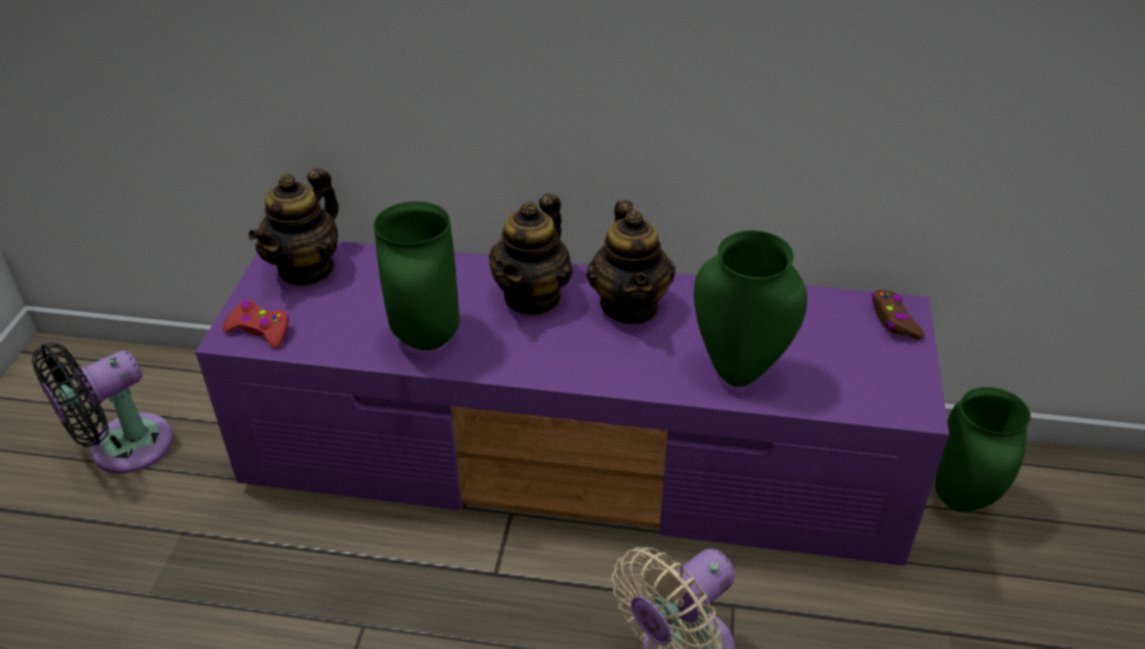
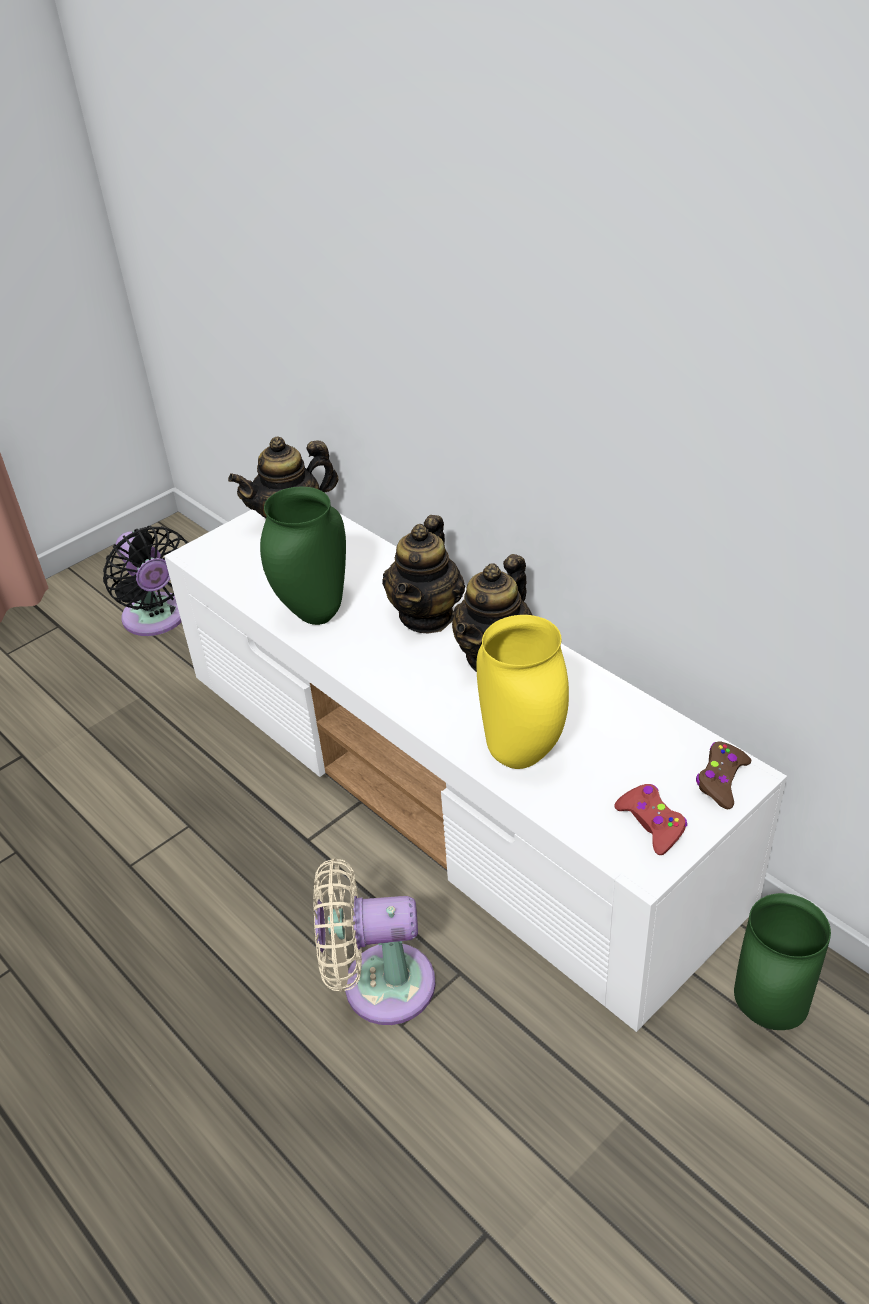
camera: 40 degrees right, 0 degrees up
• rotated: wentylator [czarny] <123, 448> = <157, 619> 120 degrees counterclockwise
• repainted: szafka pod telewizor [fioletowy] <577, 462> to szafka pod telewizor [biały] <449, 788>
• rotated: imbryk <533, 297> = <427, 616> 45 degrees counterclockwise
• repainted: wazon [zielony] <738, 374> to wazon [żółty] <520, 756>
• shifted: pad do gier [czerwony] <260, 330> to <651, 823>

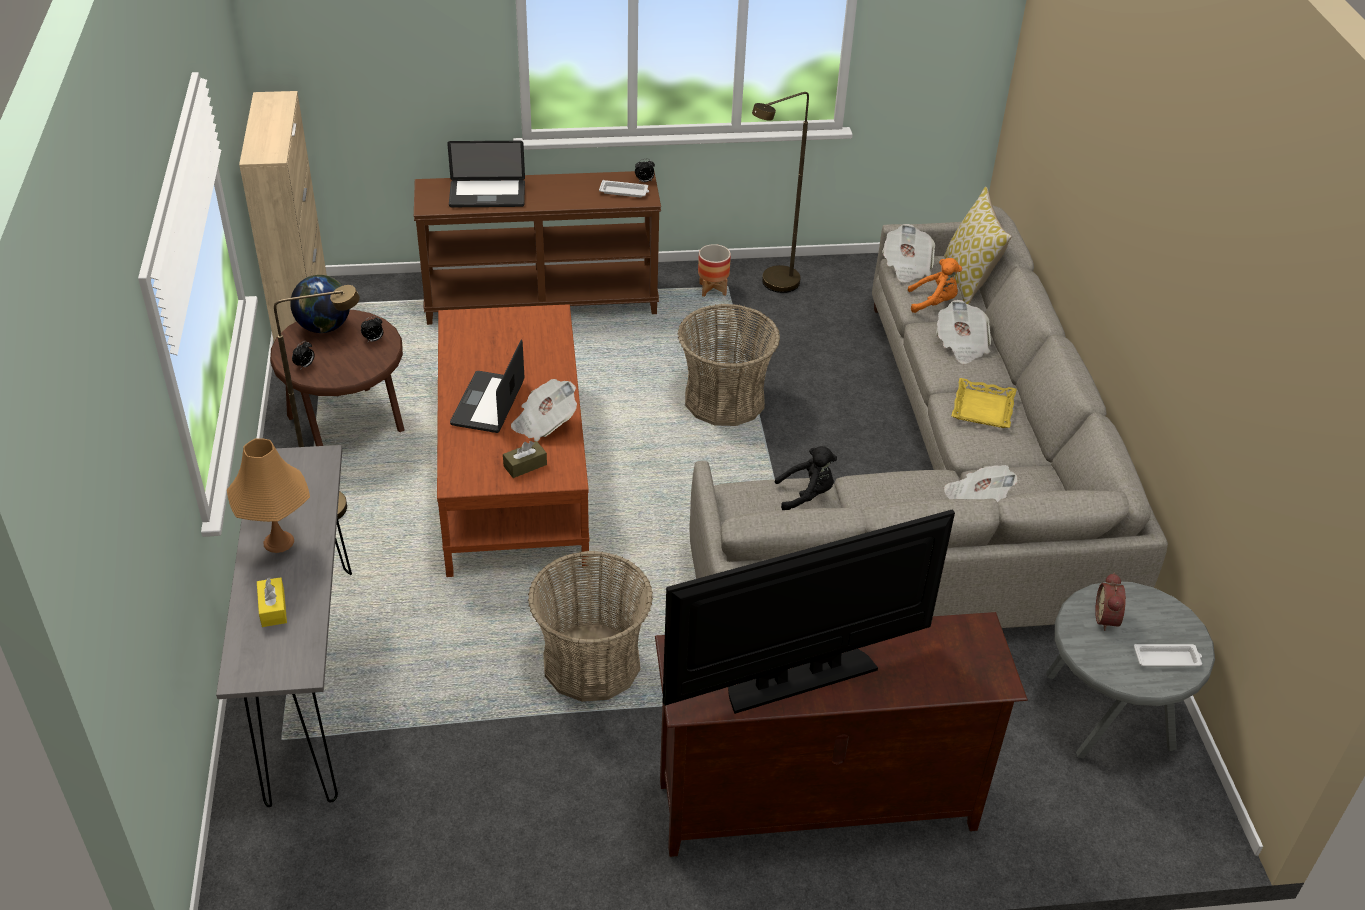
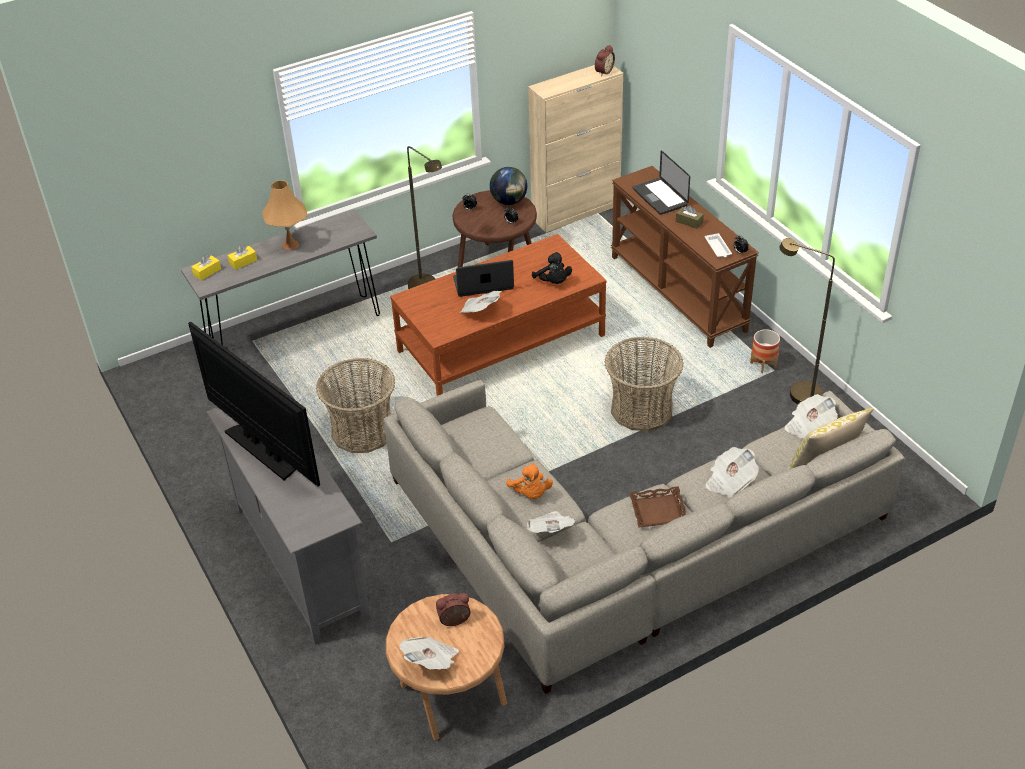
camera: 70 degrees right, 0 degrees up
• new: pudełko chusteczek [żółty] <207, 272>
• repainted: szafka pod telewizor [brązowy] <816, 806> to szafka pod telewizor [szary] <300, 562>
• repainted: stolik [szary] <1108, 714> to stolik [brązowy] <450, 695>
• swapped: taca [biały] <1167, 658> to gazeta <431, 661>
• shifted: pluszak [pomarańczowy] <934, 302> to <530, 494>
• shifted: pluszak [czarny] <807, 495> to <553, 282>
• new: budzik <603, 71>
• repainted: taca [żółty] <983, 408> to taca [brązowy] <658, 511>
• shifted: pudełko chusteczek [brązowy] <525, 465> to <689, 222>

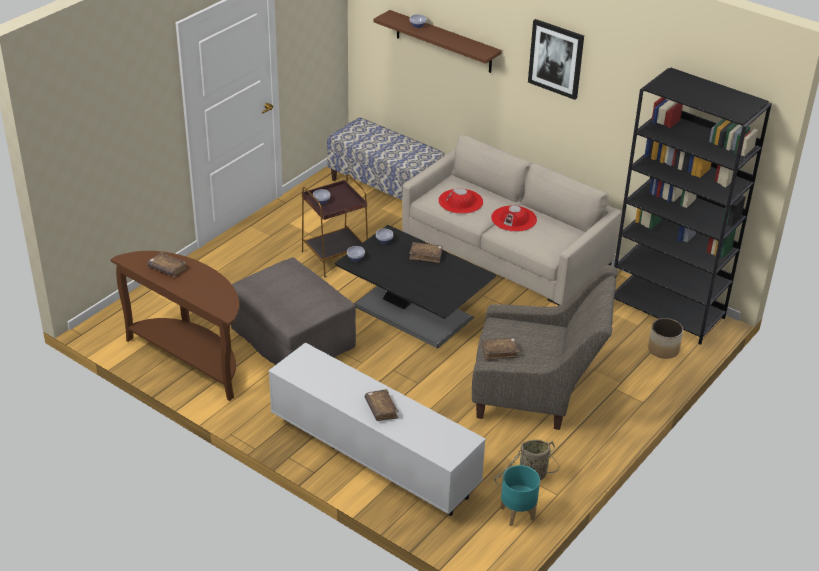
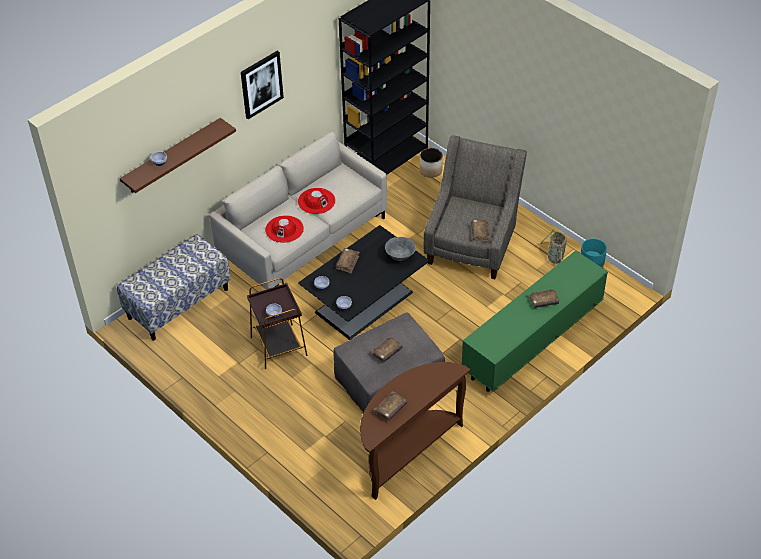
camera: 80 degrees left, 10 degrees up
• new: książka [brązowy] <387, 352>
• new: miska [szary] <400, 257>
• repainted: szafka pod telewizor [biały] <373, 456> to szafka pod telewizor [zielony] <531, 341>

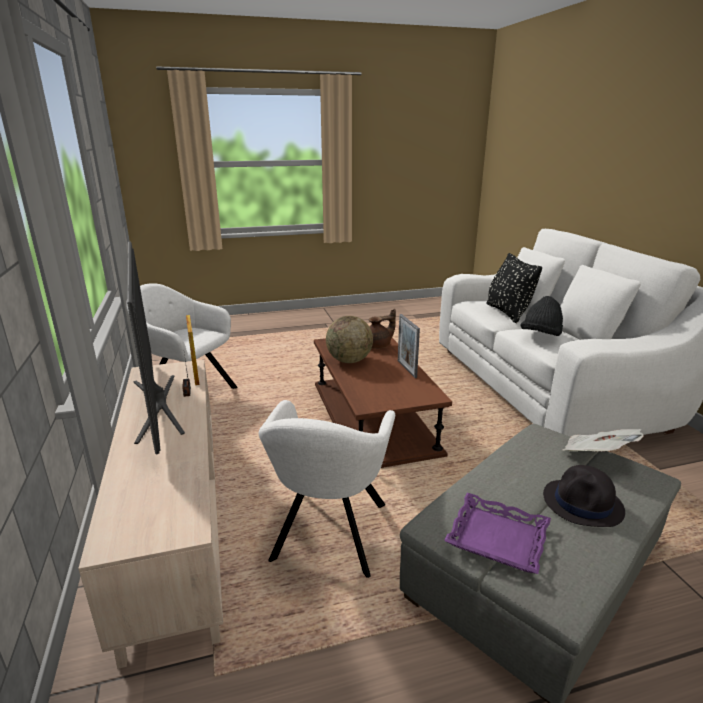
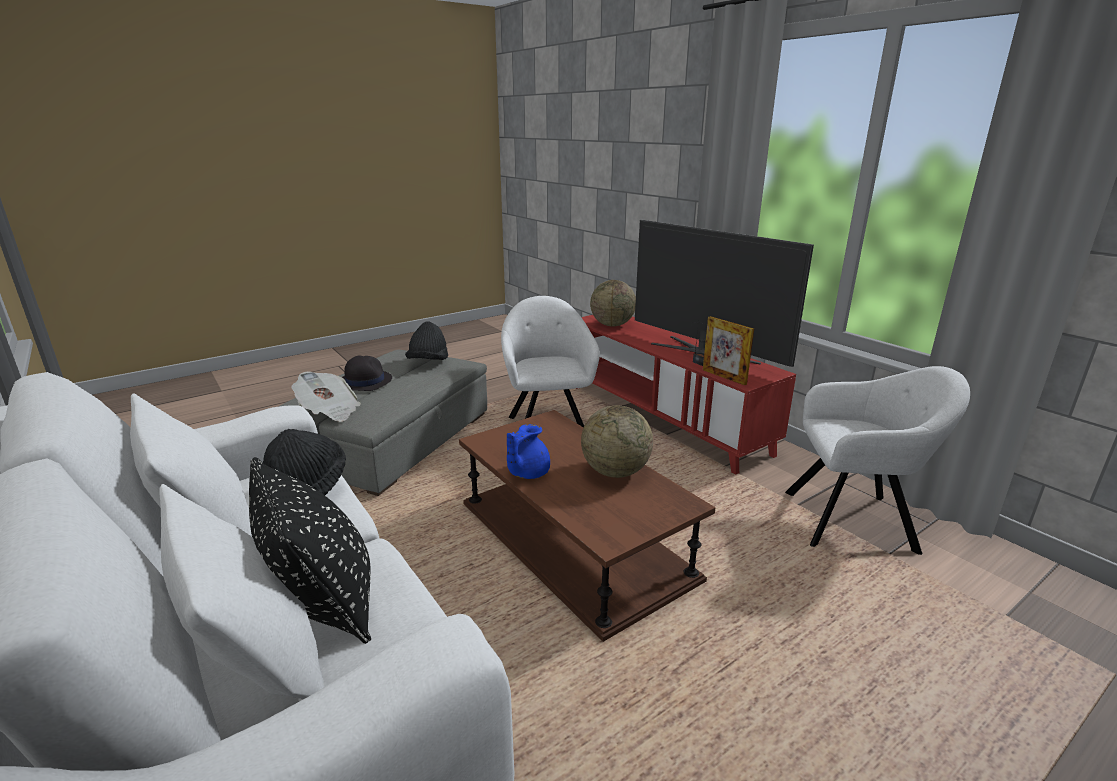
camera: 160 degrees right, 0 degrees up
• swapped: taca [fioletowy] <497, 538> to kapelusz [czarny] <428, 362>
• swapped: ramka na zdjęcie <406, 369> to imbryk [niebieski] <526, 473>
• repainted: szafka pod telewizor [beżowy] <176, 520> to szafka pod telewizor [czerwony] <663, 418>
• new: globus <612, 325>
• gone: imbryk [brązowy] <378, 346>

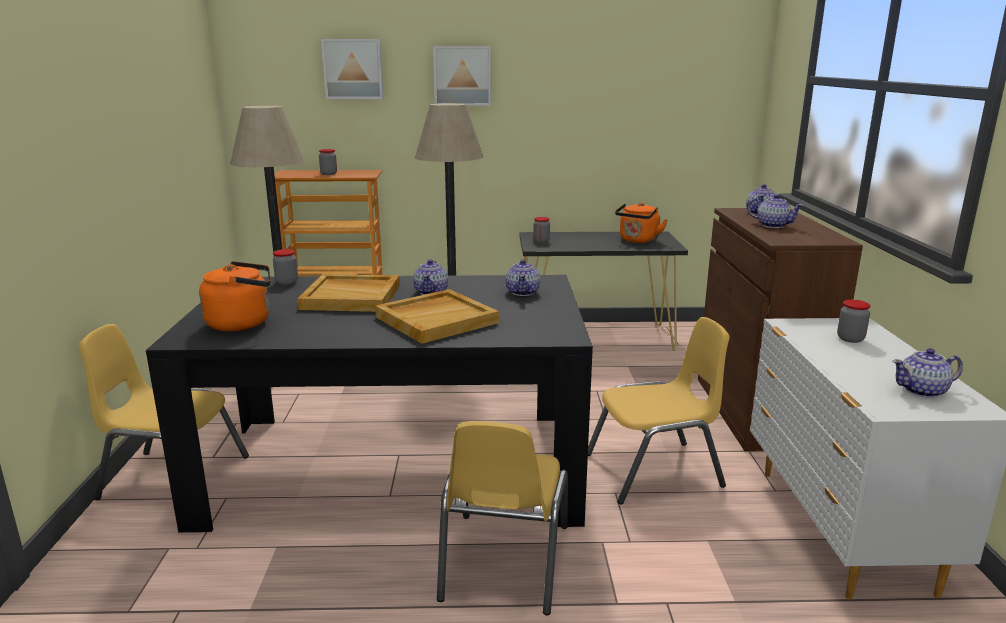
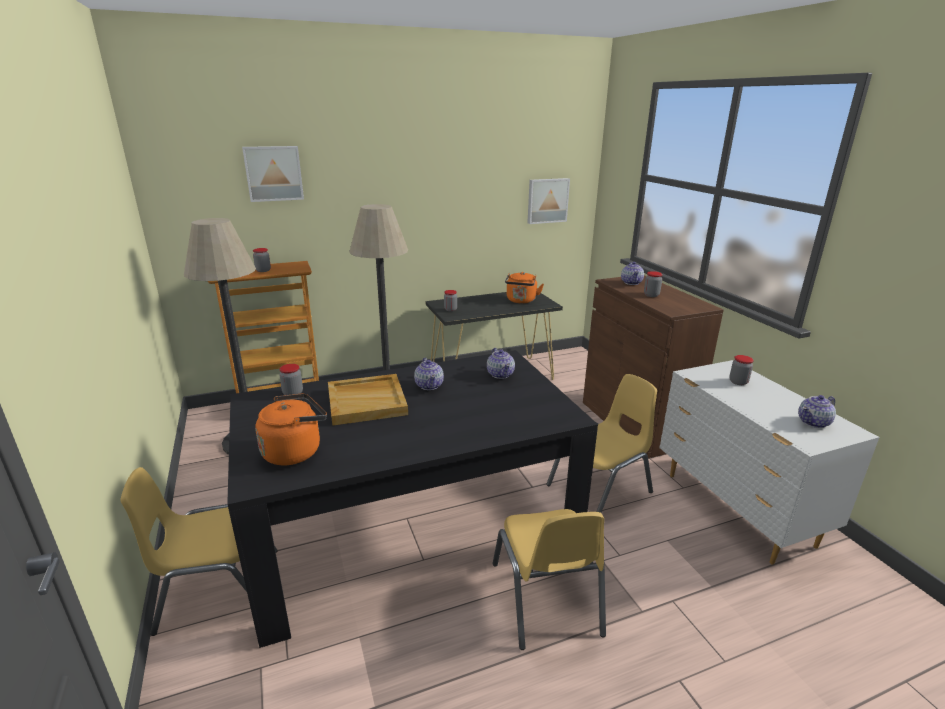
camera: 20 degrees left, 5 degrees up
• shifted: obraz <462, 76> to <547, 200>
• swapped: imbryk <772, 225> to słoik <651, 295>
• gone: taca [beżowy] <437, 319>

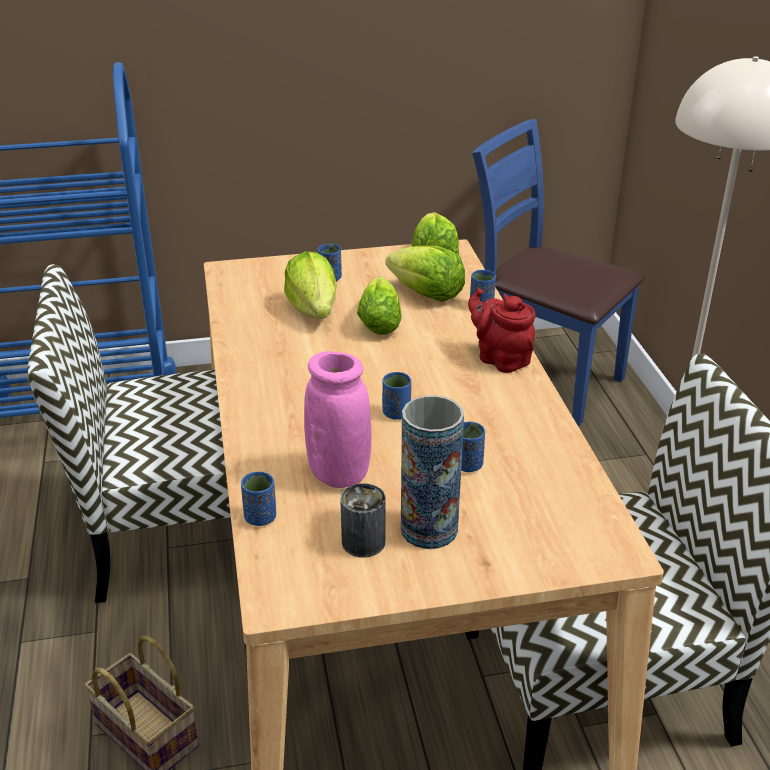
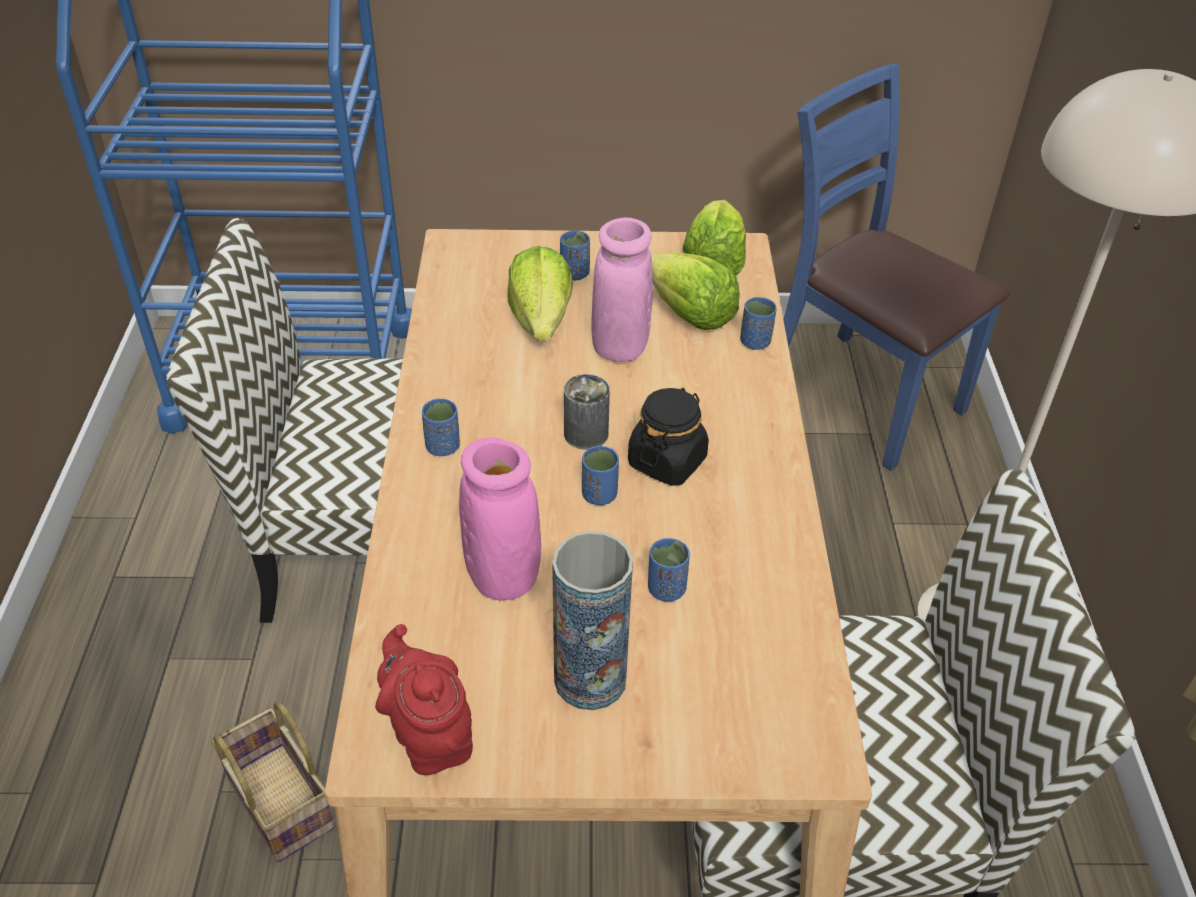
camera: 10 degrees right, 10 degrees up
• shifted: imbryk [czerwony] <500, 358> to <430, 736>
• shifted: filiżanka [niebieski] <260, 517> to <443, 447>
• shifted: puszka <363, 542> to <586, 434>
• swapped: sałata <380, 319> to wazon [różowy] <620, 347>
• new: słoik [czarny] <667, 461>

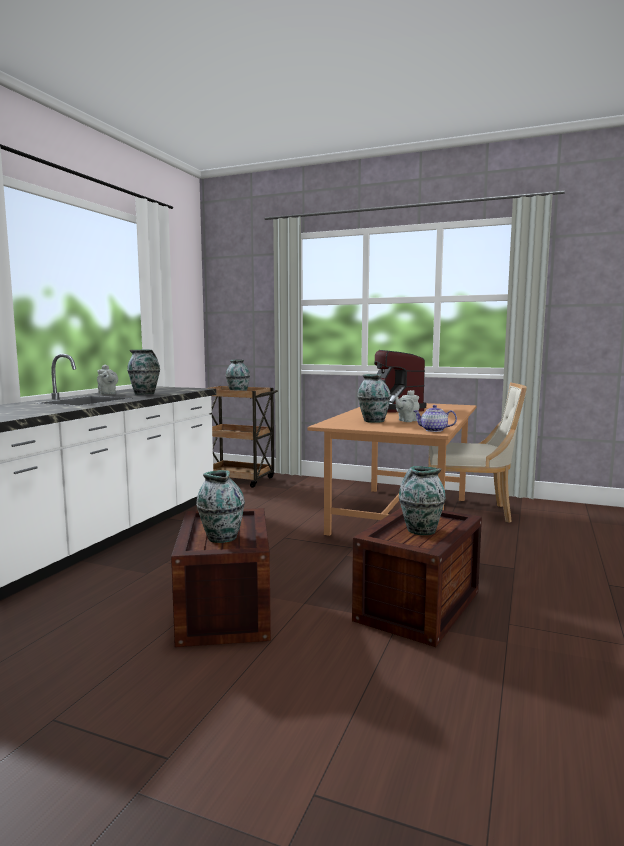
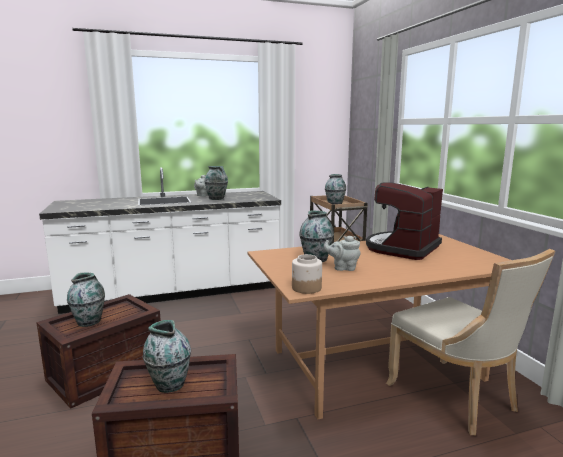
camera: 50 degrees right, 5 degrees up
• swapped: imbryk <433, 430> to słoik <306, 288>

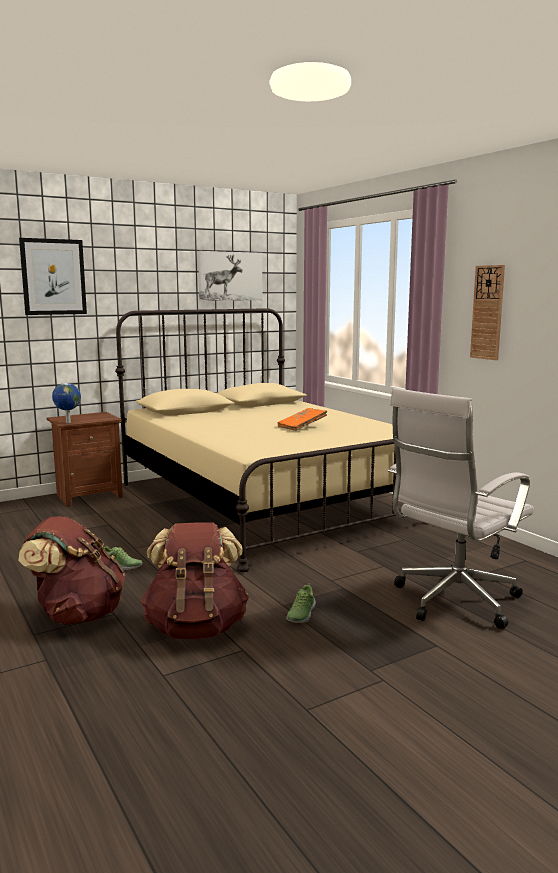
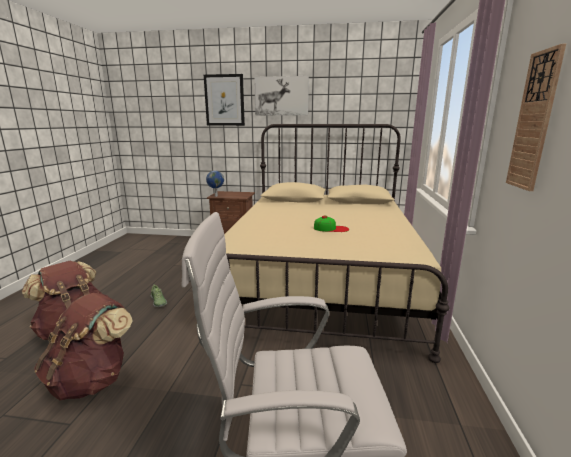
camera: 40 degrees right, 5 degrees up
• shifted: obraz <230, 276> to <281, 96>
• swapped: książka [pomarańczowy] <302, 427> to czapka z daszkiem <331, 228>
• gone: but <301, 614>

